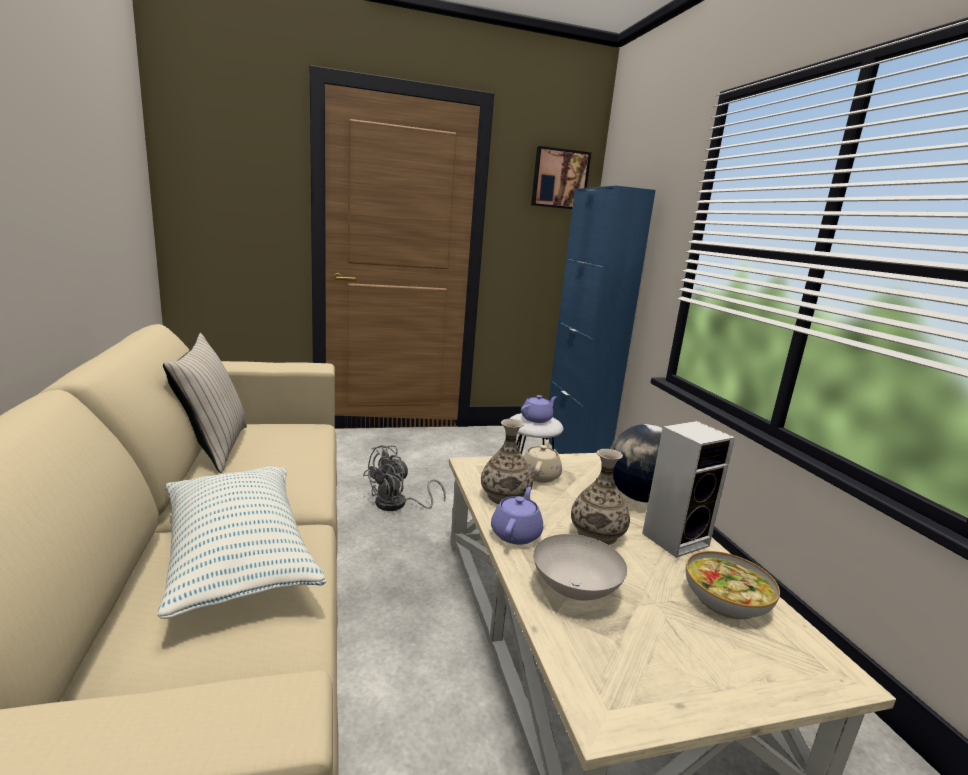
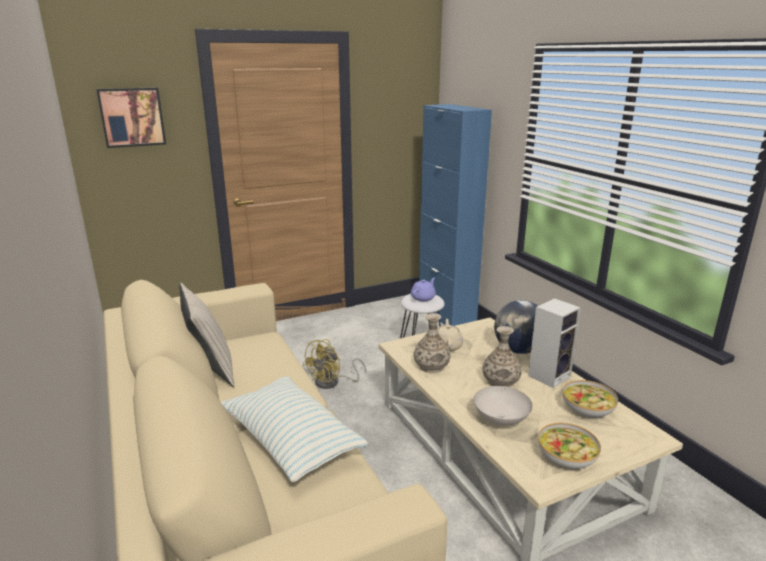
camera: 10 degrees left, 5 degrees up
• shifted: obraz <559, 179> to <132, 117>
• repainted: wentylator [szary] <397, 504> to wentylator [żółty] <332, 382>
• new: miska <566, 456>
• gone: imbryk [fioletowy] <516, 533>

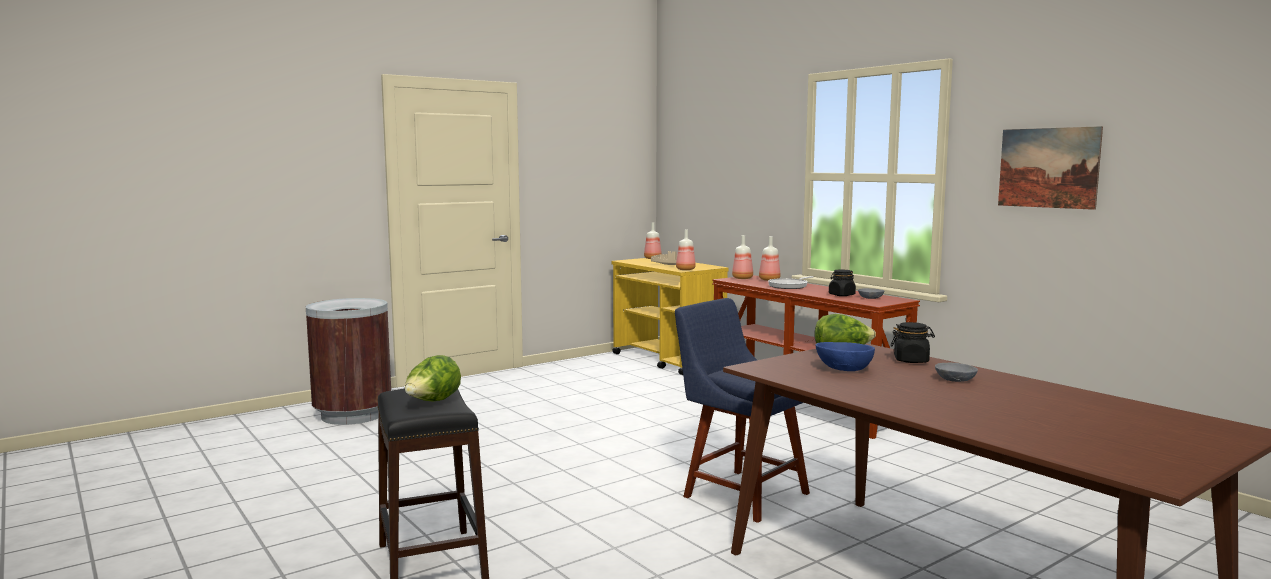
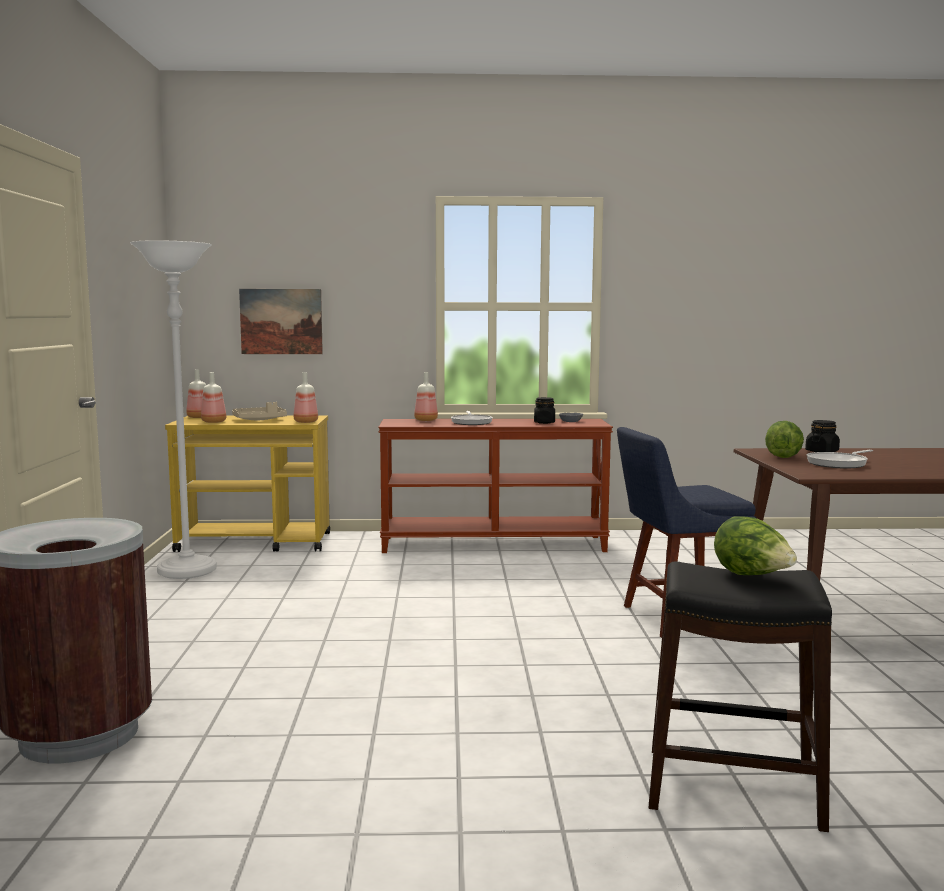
camera: 55 degrees left, 0 degrees up
• new: lampa stojąca [biały] <187, 571>
• shifted: butelka <743, 278> to <214, 422>
• shifted: obraz <1048, 168> to <281, 321>
• swapped: miska [niebieski] <844, 369> to patelnia <839, 463>
• gone: miska [szary] <956, 379>

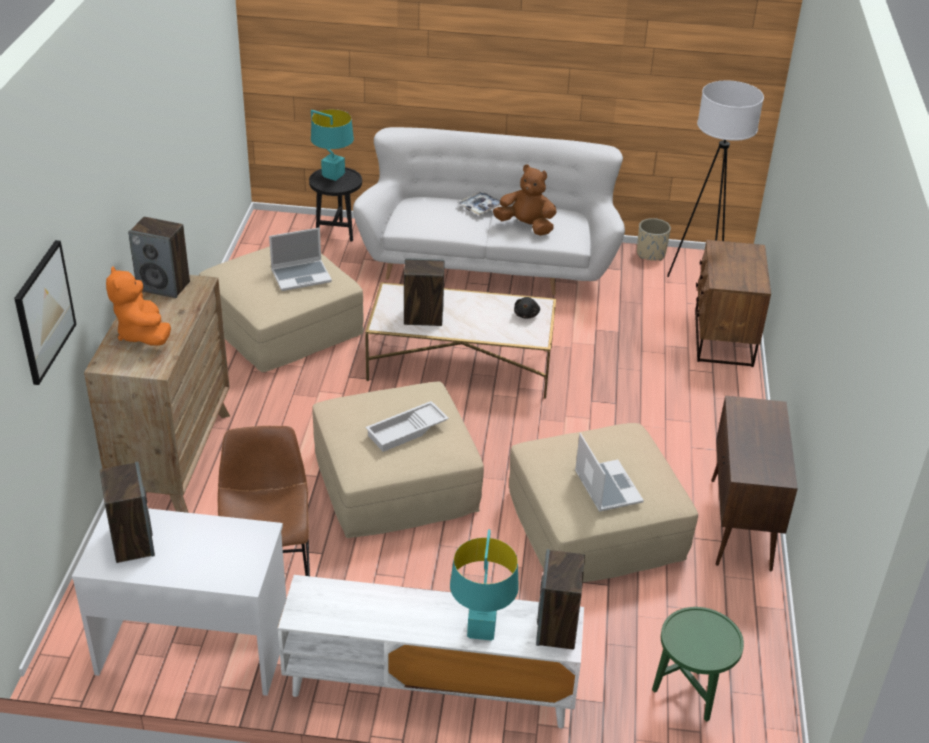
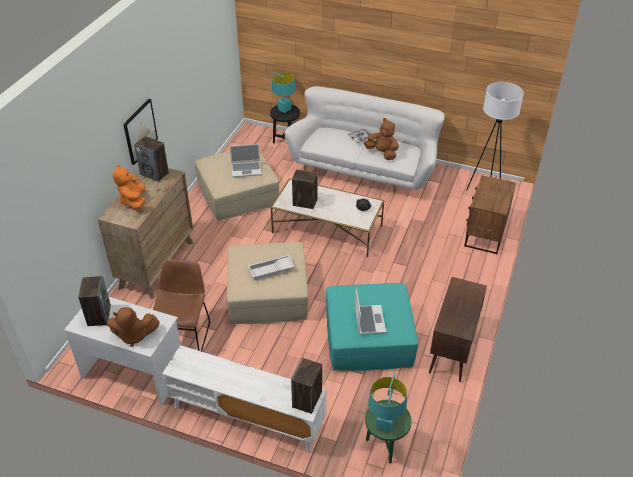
camera: 15 degrees right, 5 degrees up
• new: pluszak [brązowy] <134, 335>
• shifted: obraz <44, 311> to <140, 131>
• repainted: pufa [beżowy] <594, 526> to pufa [turkusowy] <368, 338>
• shifted: lampa stołowa [turkusowy] <481, 630> to <385, 424>
• gone: donica [beżowy] <651, 254>

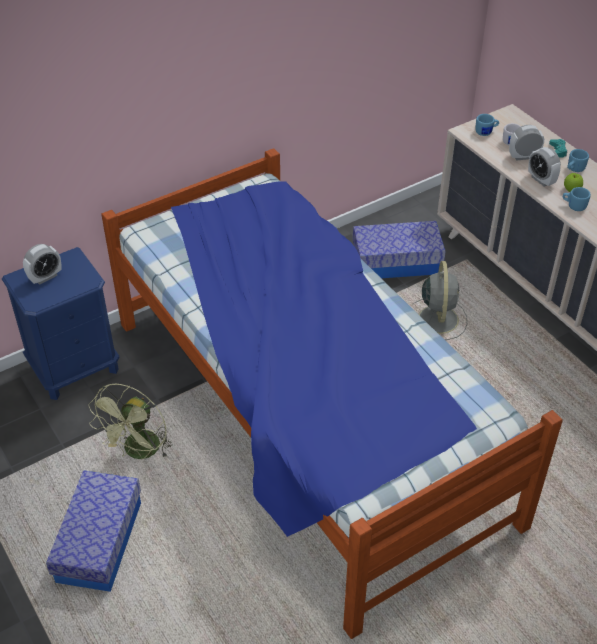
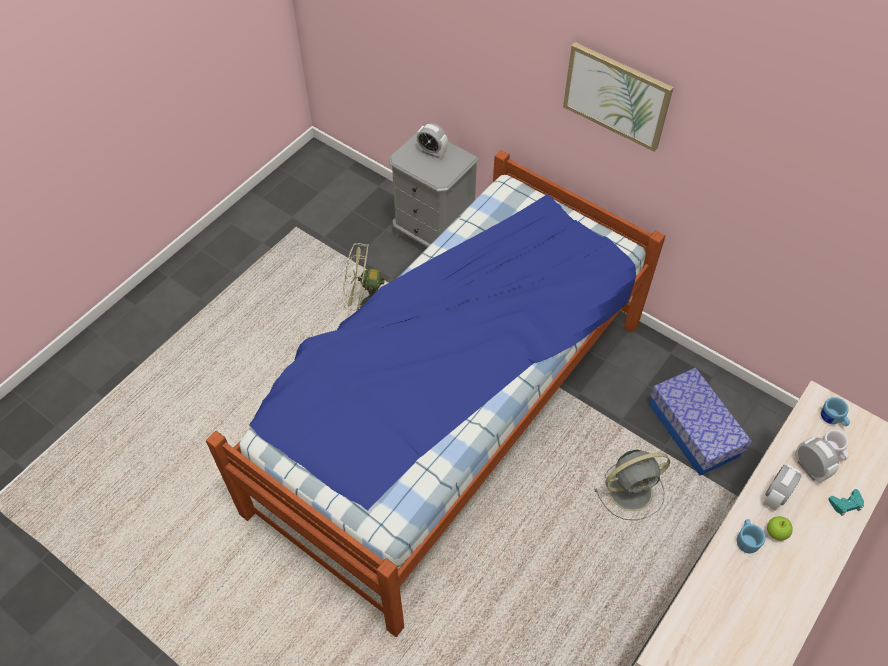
camera: 70 degrees right, 10 degrees up
• repainted: szafka nocna [niebieski] <75, 368> to szafka nocna [szary] <433, 234>
• new: obraz <617, 95>
• gone: pojemnik do przechowywania <99, 541>
• gone: kubek [niebieski] <574, 169>

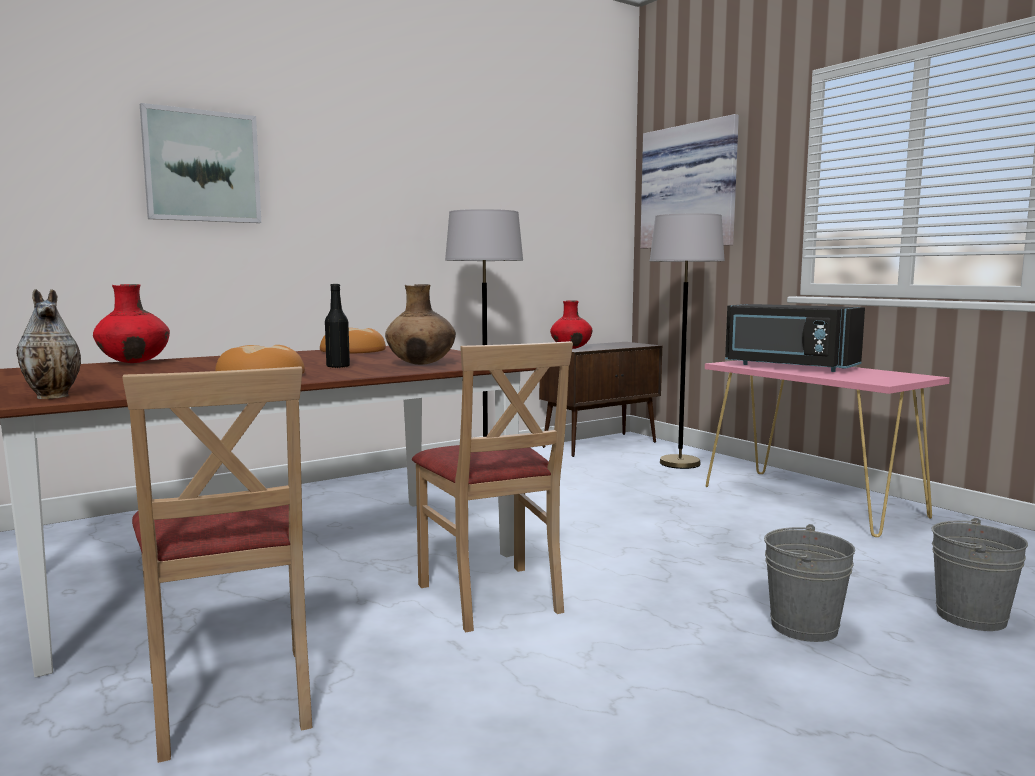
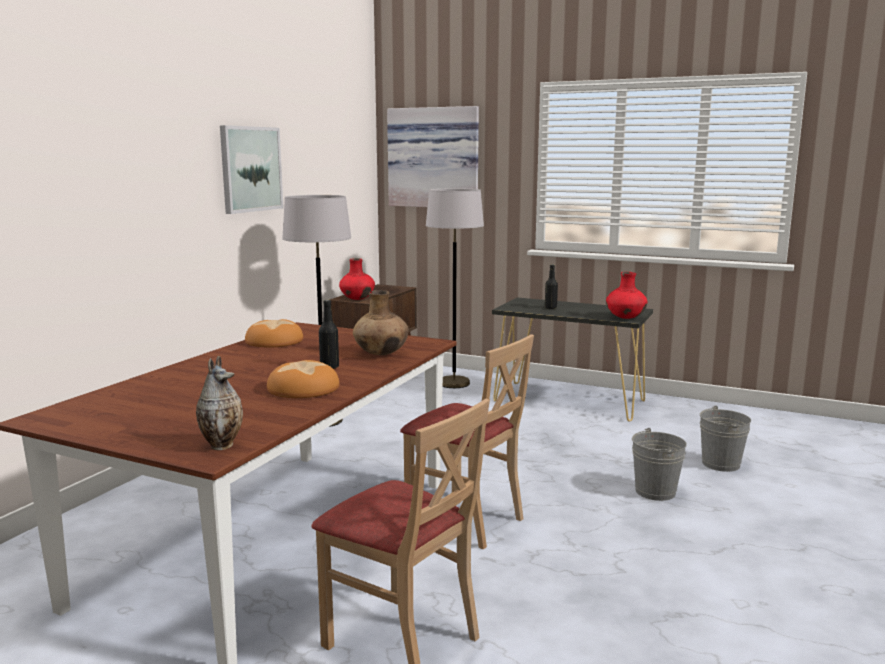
camera: 30 degrees left, 5 degrees up
• shifted: obraz <202, 166> to <250, 169>
• repainted: stolik konsolowy [różowy] <811, 501> to stolik konsolowy [czarny] <569, 401>
• swapped: mikrofalówka [czarny] <788, 366> to butelka [czarny] <550, 308>
• shifted: wazon [czerwony] <134, 362> to <625, 318>

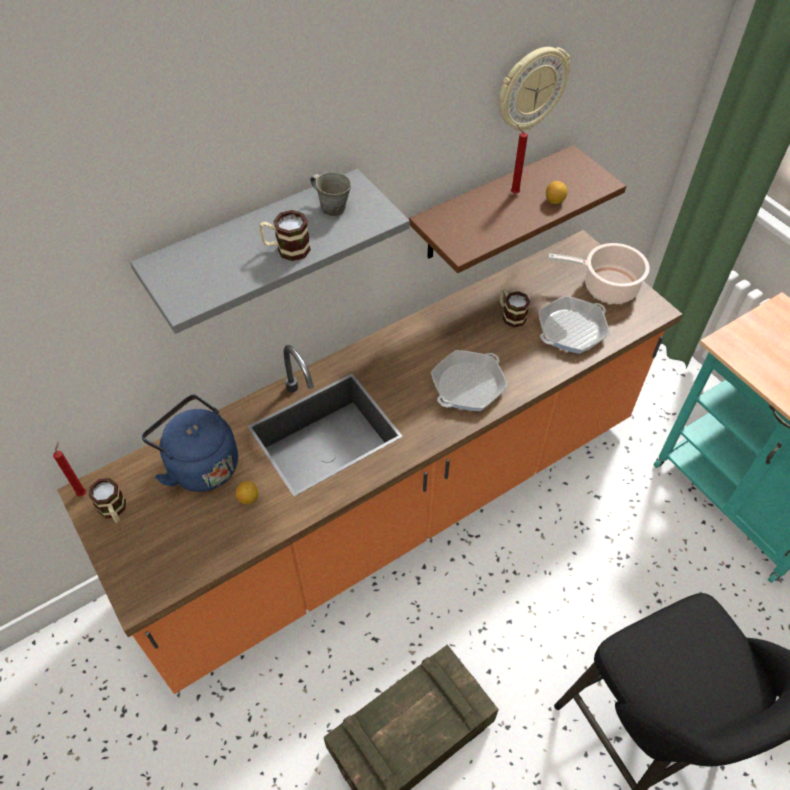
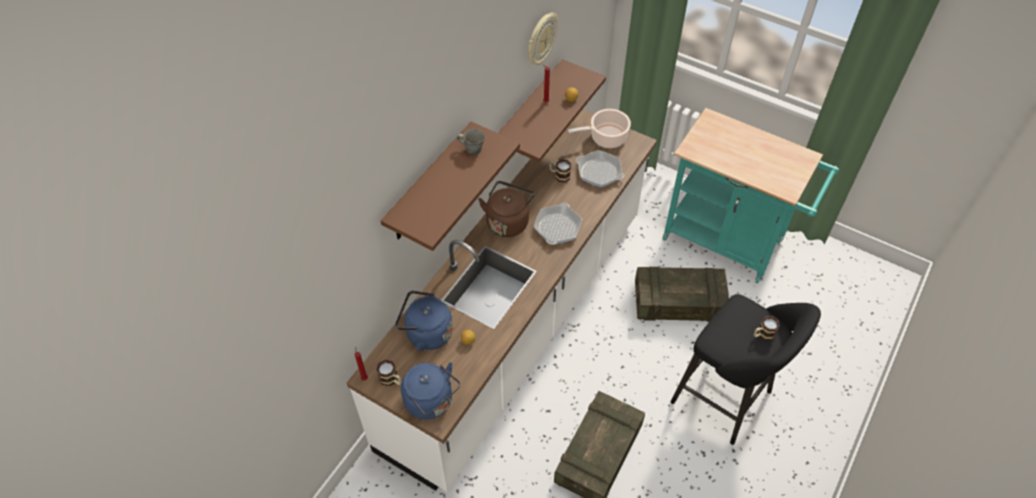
camera: 25 degrees left, 0 degrees up
• repainted: zabudowa kuchenna [pomarańczowy] <395, 508> to zabudowa kuchenna [biały] <518, 328>
• repainted: półka [szary] <255, 242> to półka [brązowy] <429, 184>
• new: czajnik [niebieski] <431, 402>
• new: czajnik [brązowy] <508, 221>
• rotated: patelnia <571, 330> = <599, 172> 90 degrees clockwise
• new: skrzynka <678, 303>
• shifted: kubek <286, 249> to <763, 334>

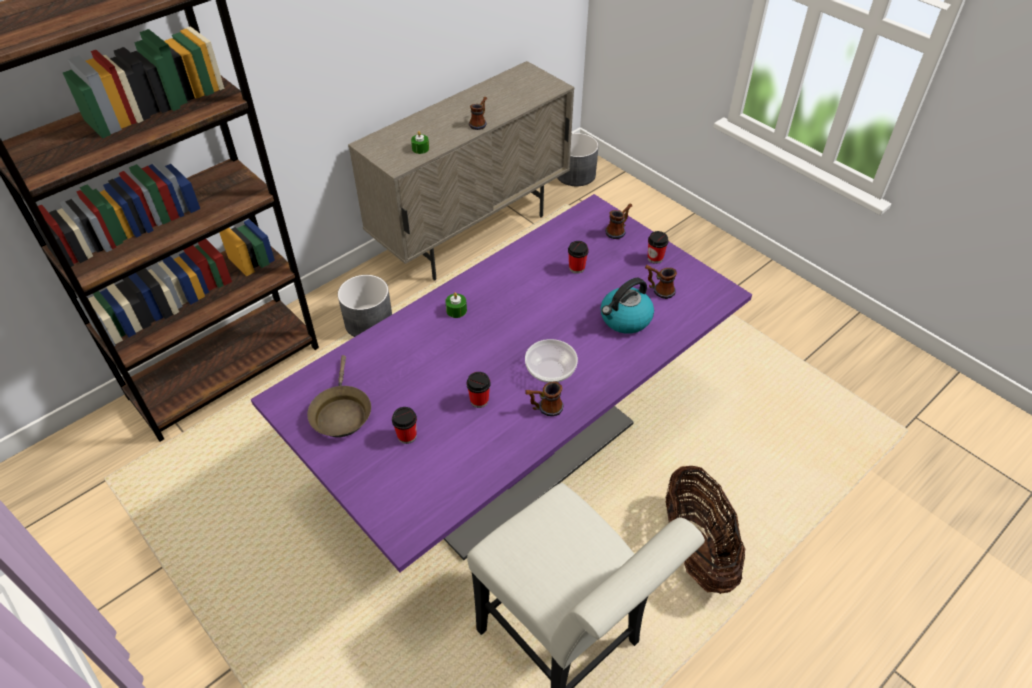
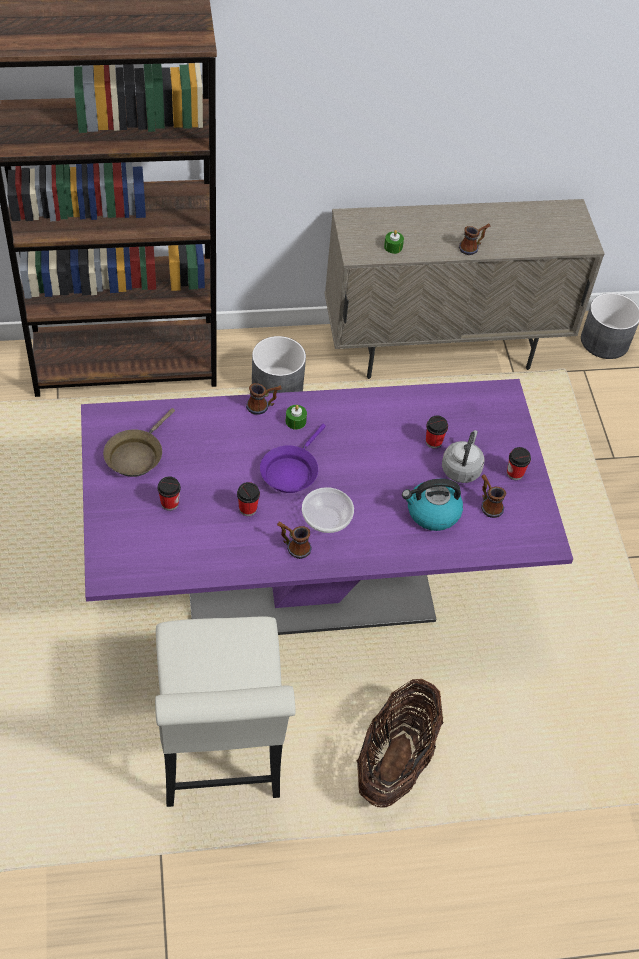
camera: 30 degrees right, 5 degrees up
• shifted: kubek <618, 230> to <263, 406>
• new: patelnia [fioletowy] <291, 471>
• new: czajnik [szary] <461, 468>

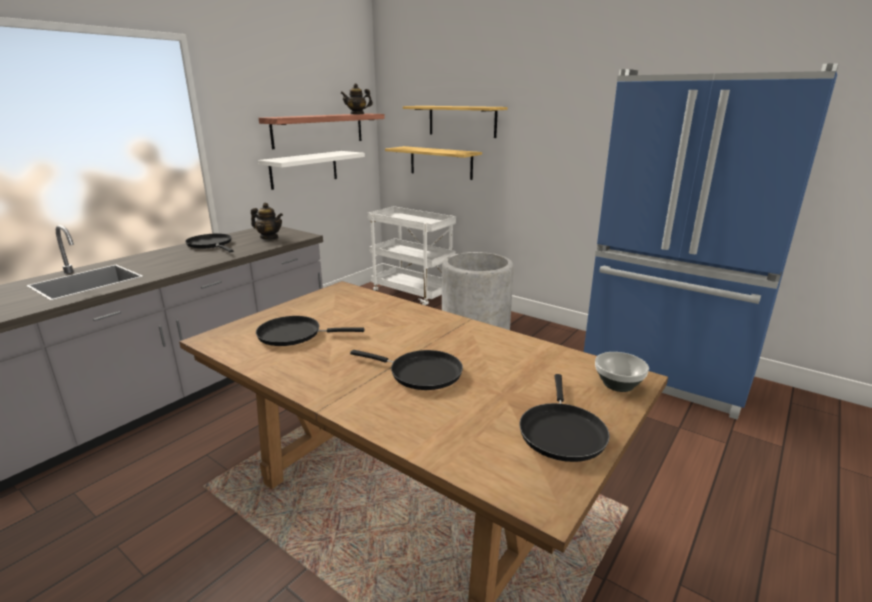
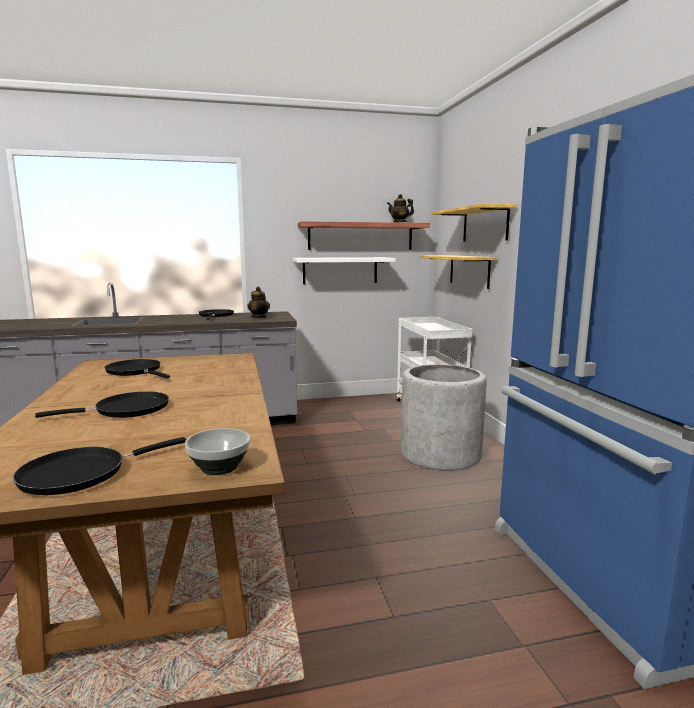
camera: 40 degrees right, 10 degrees down
• rotated: patelnia [czarny] <421, 373> = <127, 410> 90 degrees counterclockwise

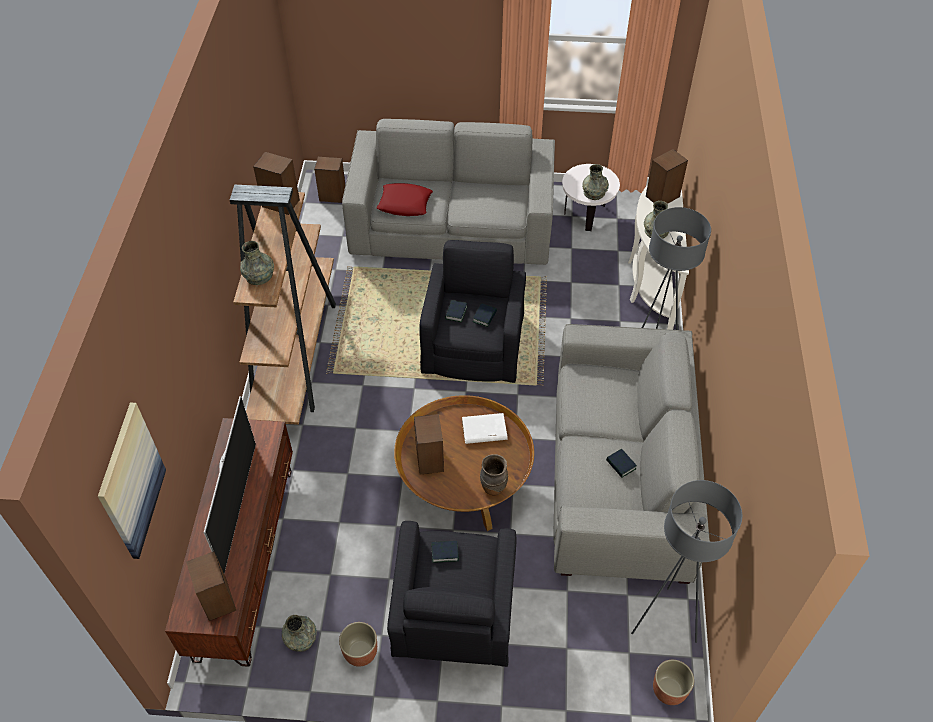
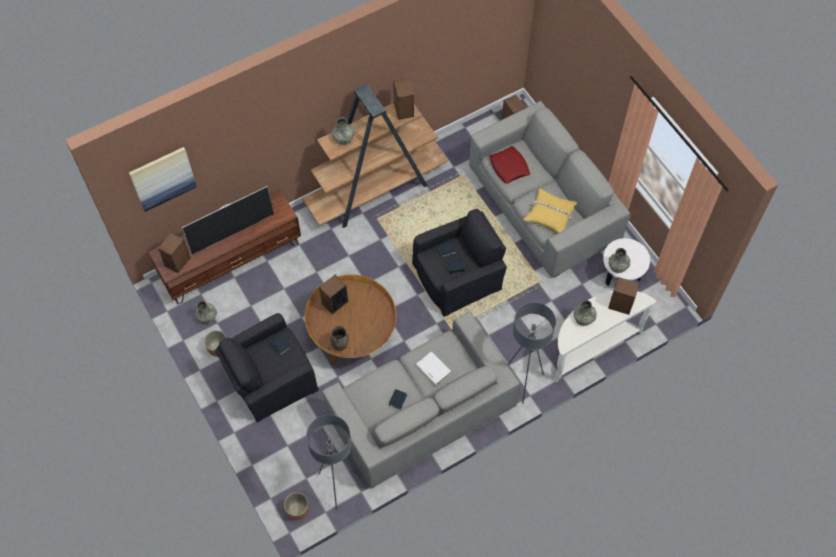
camera: 55 degrees right, 10 degrees up
• shifted: książka [biały] <483, 430> to <433, 369>
• new: poduszka [żółty] <550, 214>

